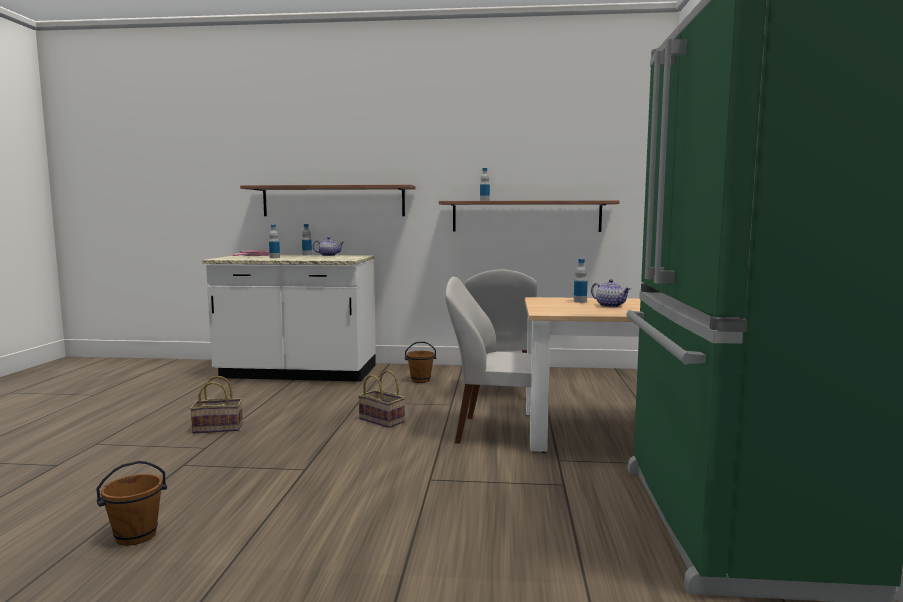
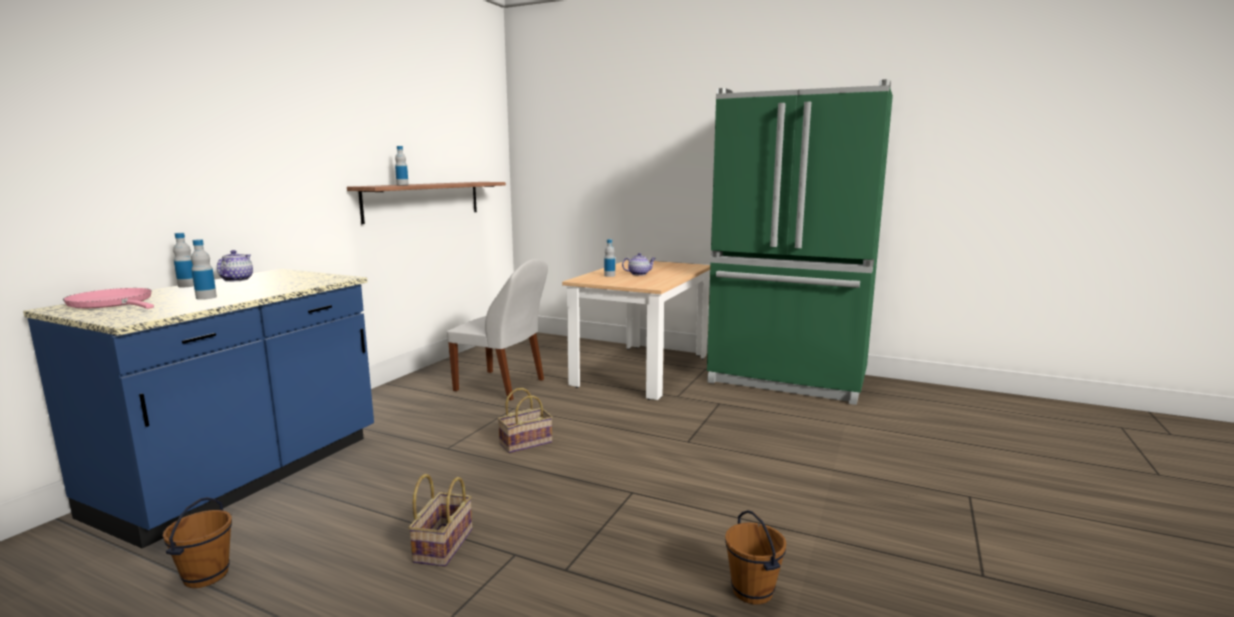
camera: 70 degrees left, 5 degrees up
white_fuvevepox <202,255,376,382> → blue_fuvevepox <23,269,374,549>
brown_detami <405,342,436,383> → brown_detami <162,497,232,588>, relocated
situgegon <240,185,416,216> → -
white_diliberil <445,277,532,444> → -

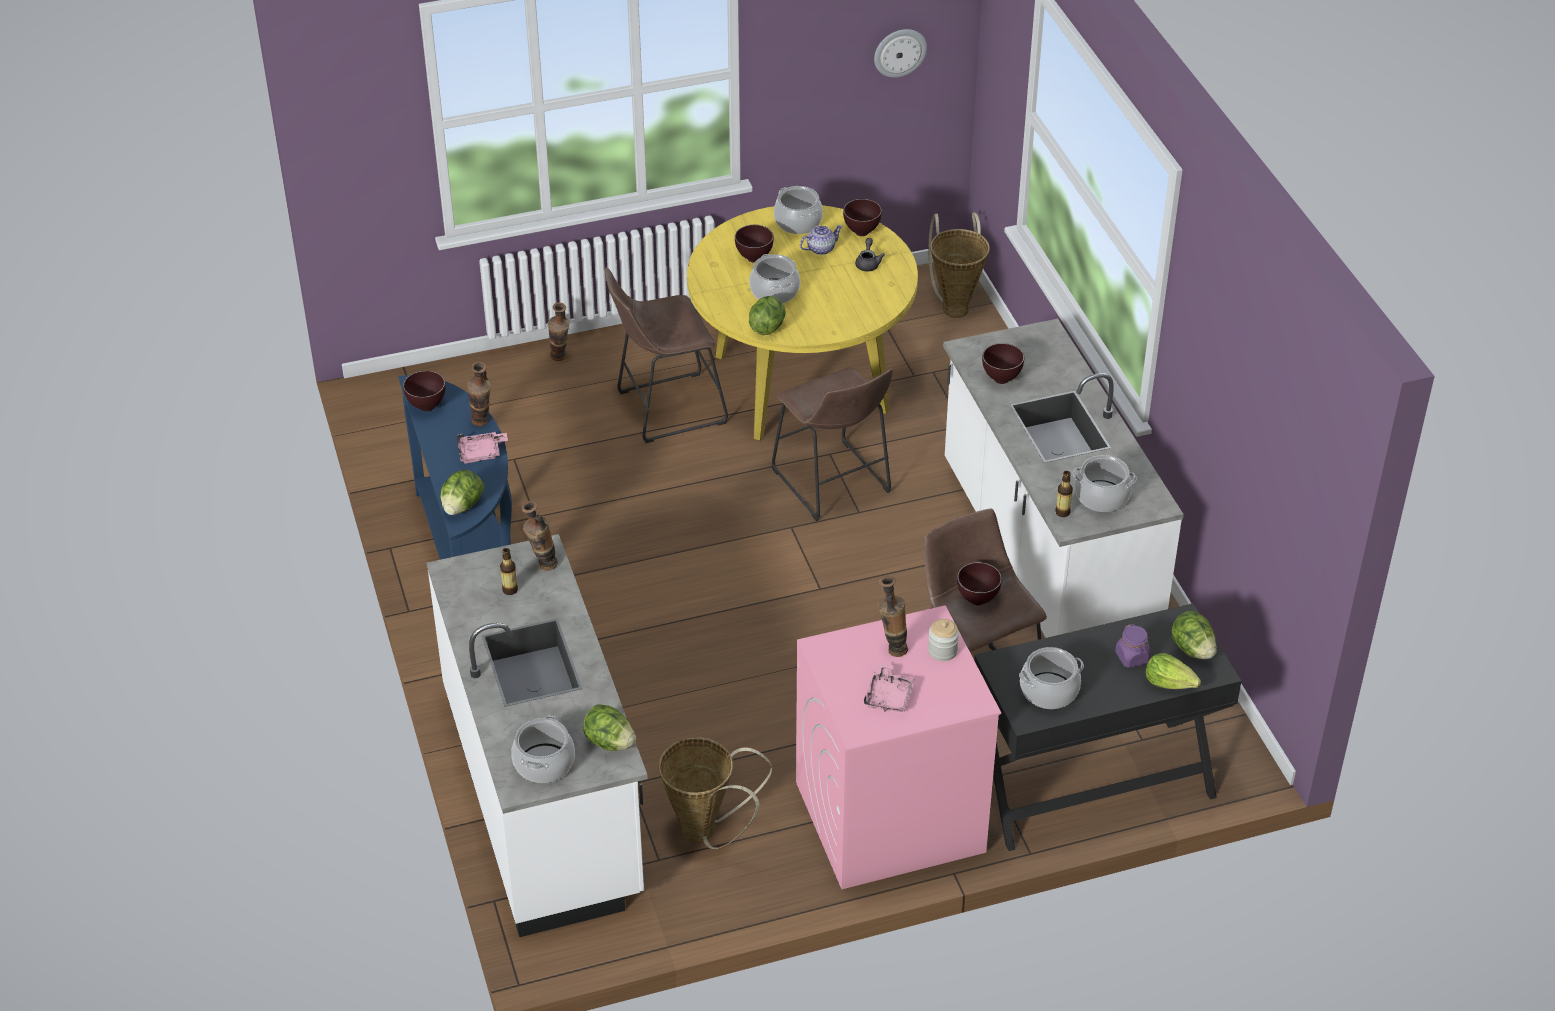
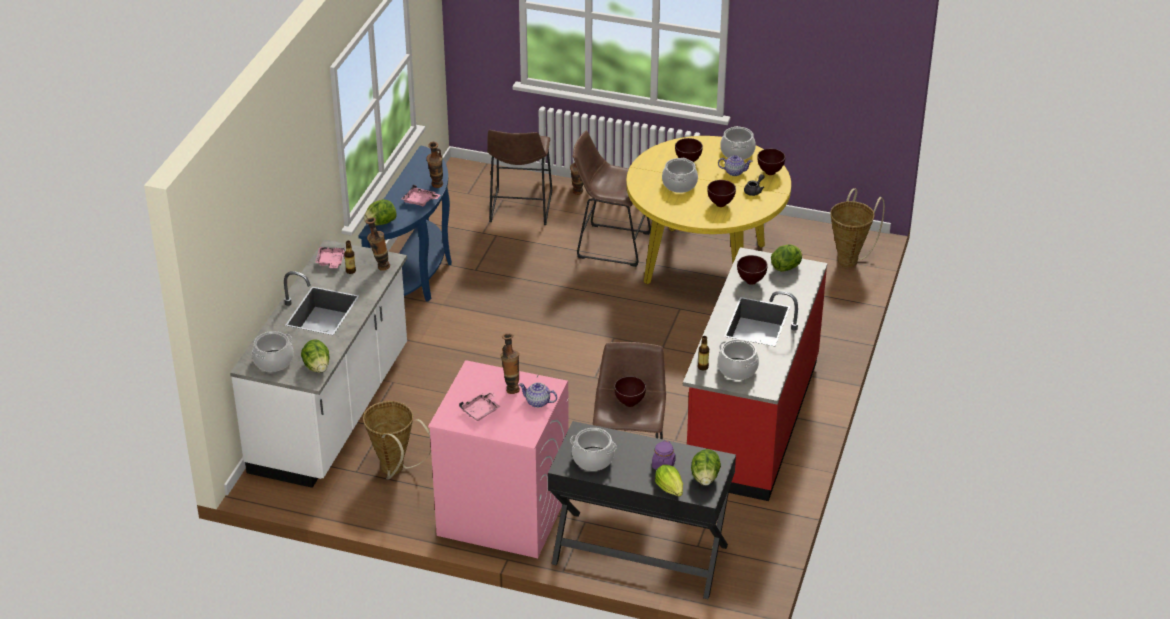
camera: 35 degrees right, 5 degrees down
- → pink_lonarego <315,247,345,268>
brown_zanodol <772,367,892,521> → brown_zanodol <487,130,552,225>, relocated
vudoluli <928,619,959,661> → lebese <519,382,557,408>
white_fuvevepox <943,319,1184,638> → red_fuvevepox <683,247,827,501>
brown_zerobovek <403,371,445,411> → brown_zerobovek <707,180,736,207>, relocated
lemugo <749,296,786,335> → lemugo <771,244,802,272>, relocated
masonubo <874,29,927,78> → -

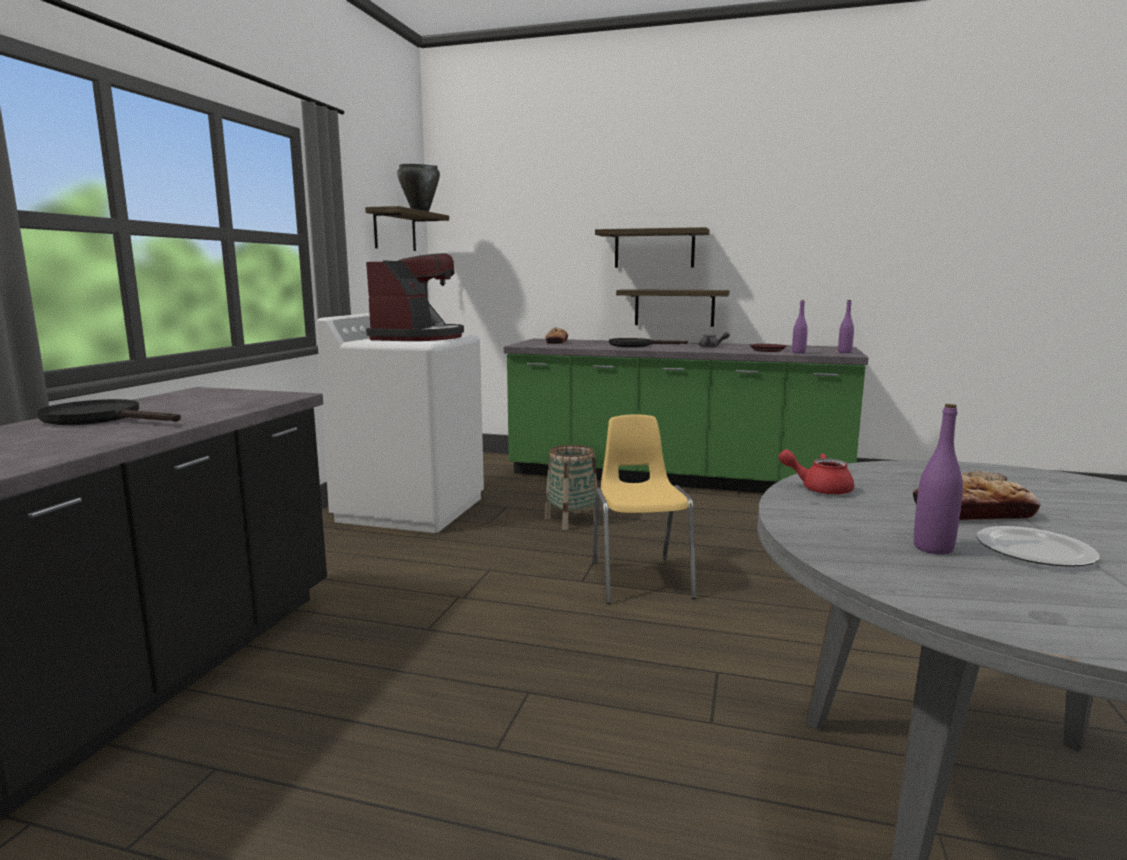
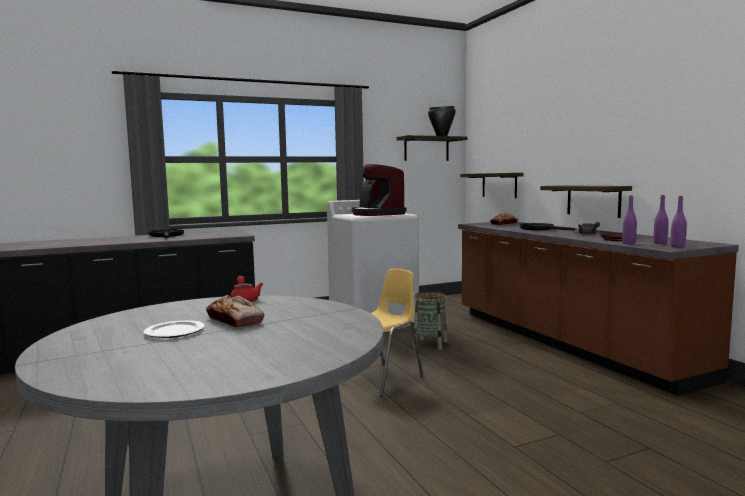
camera: 50 degrees right, 5 degrees down
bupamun <366,253,464,341> → bupamun <352,164,407,216>, 90 degrees clockwise
green_fuvevepox <504,339,869,493> → brown_fuvevepox <458,222,739,396>
situgegon <595,227,709,268> → situgegon <460,173,523,198>, relocated
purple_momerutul <914,404,963,555> → purple_momerutul <653,195,669,244>, relocated

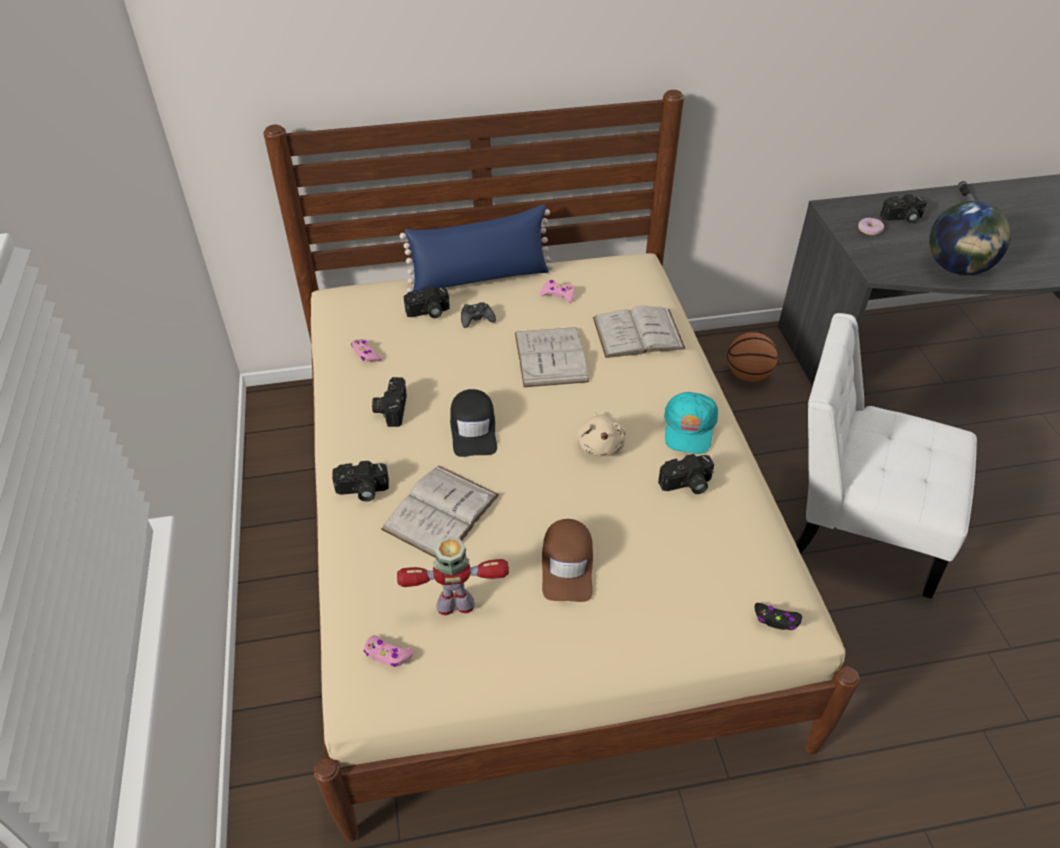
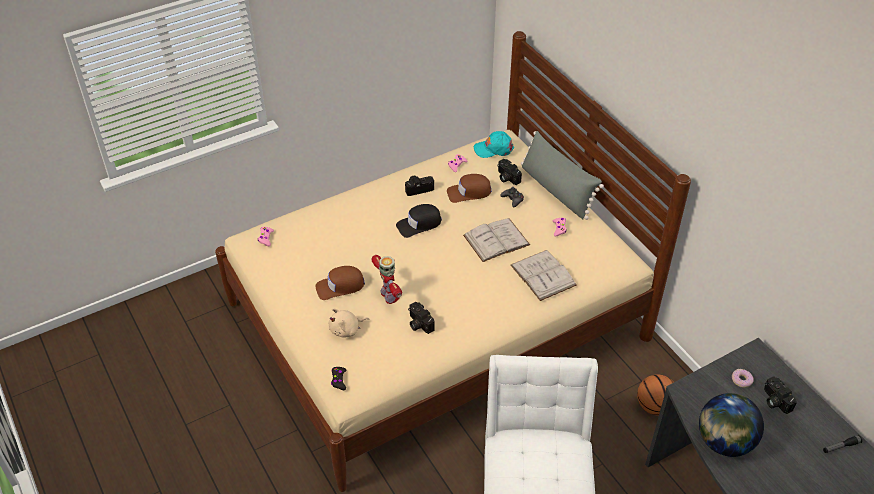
camera: 70 degrees right, 0 degrees up
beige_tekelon <576,412,626,457> → beige_tekelon <329,308,369,337>, relocated
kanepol <397,536,509,615> → kanepol <372,255,402,304>, relocated
- → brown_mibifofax <447,174,491,203>
turquoise_mibifofax <664,392,718,454> → turquoise_mibifofax <474,131,514,158>, relocated
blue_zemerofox <400,205,553,293> → grey_zemerofox <521,131,604,220>
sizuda <332,461,389,502> → -
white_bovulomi <381,466,499,558> → -

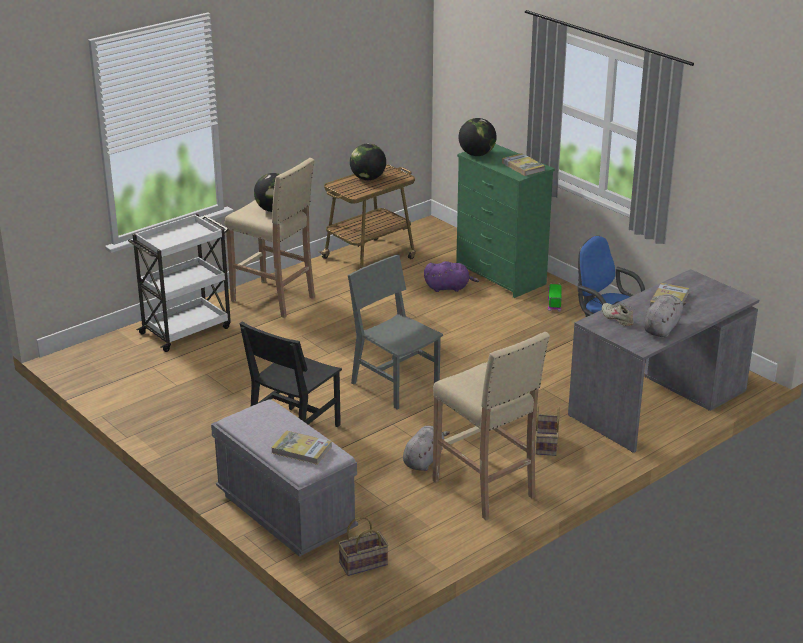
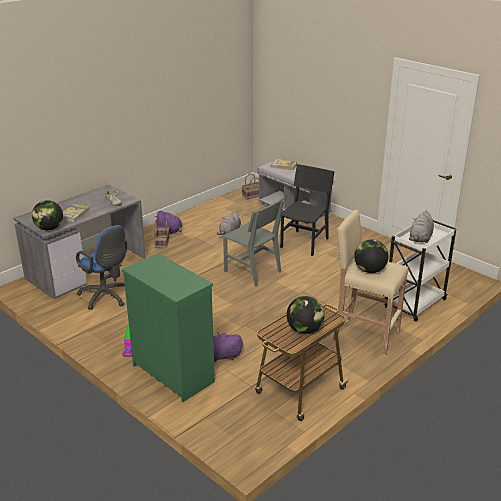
camera: 175 degrees right, 0 degrees up
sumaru <459,118,497,156> → sumaru <32,200,63,230>, relocated
- → purple_tekelon <155,210,182,234>
grey_tekelon <644,294,686,338> → grey_tekelon <409,211,434,243>, relocated
beige_zanodol <433,332,550,520> → -
bovulomi <502,153,545,176> → -

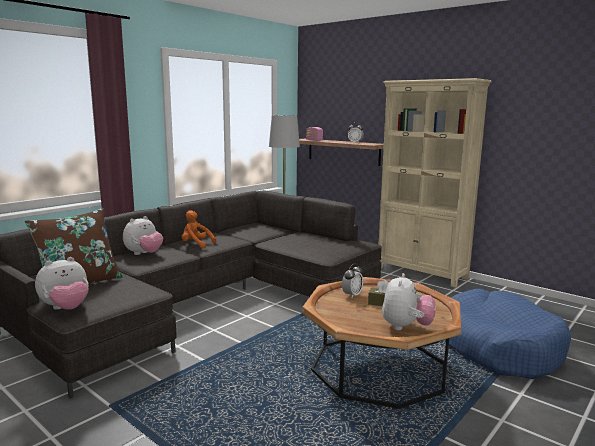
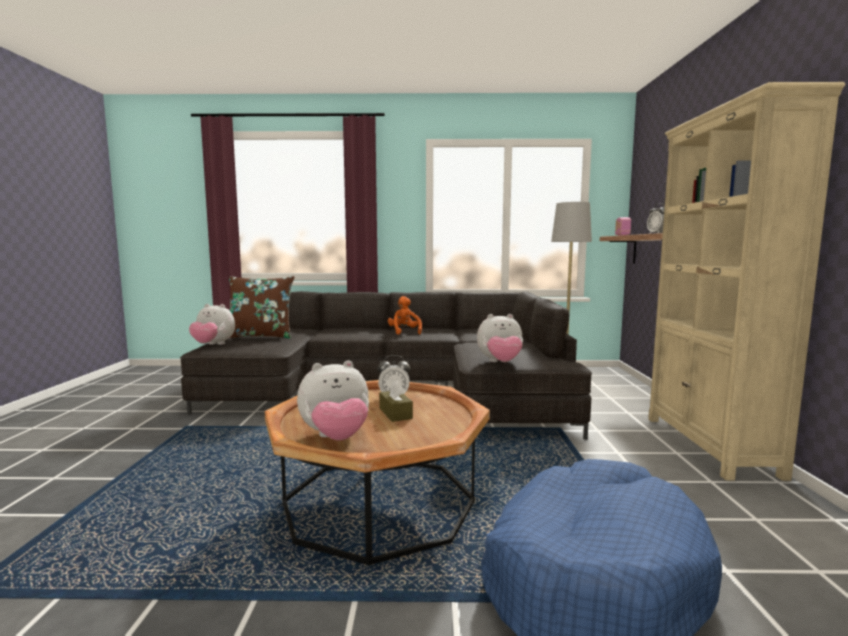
camera: 50 degrees right, 5 degrees down
tekelon <123,216,163,255> → tekelon <477,314,523,362>, relocated

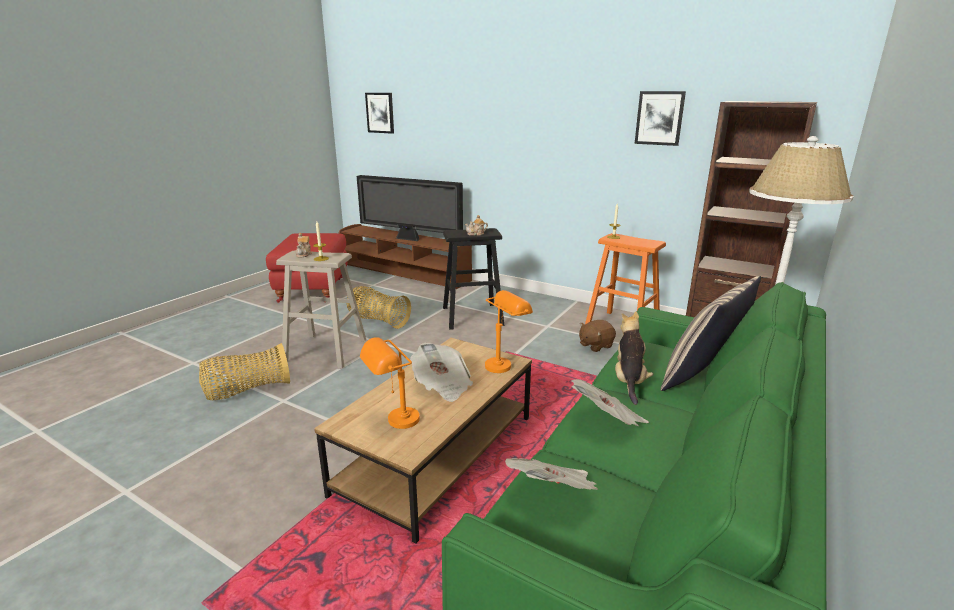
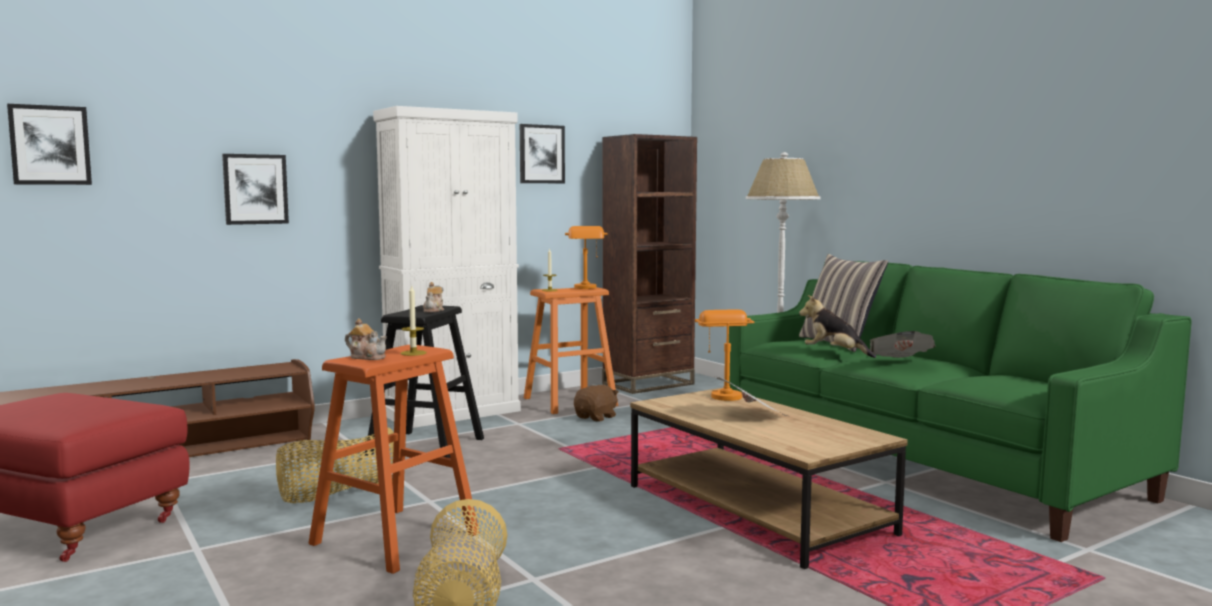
camera: 65 degrees left, 15 degrees down
- → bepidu <222,154,289,225>
beige_zanodol <276,250,366,369> → orange_zanodol <308,345,480,574>
- → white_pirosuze <373,106,521,428>
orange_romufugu <360,337,420,429> → orange_romufugu <565,226,607,289>, relocated
brown_tekelon <579,320,616,352> → brown_tekelon <574,385,619,422>, 135 degrees counterclockwise
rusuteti <357,175,463,241> → -
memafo <505,458,598,490> → -

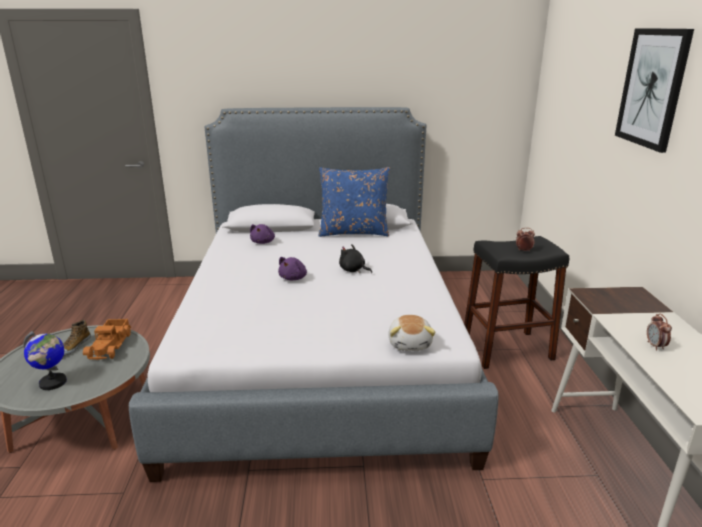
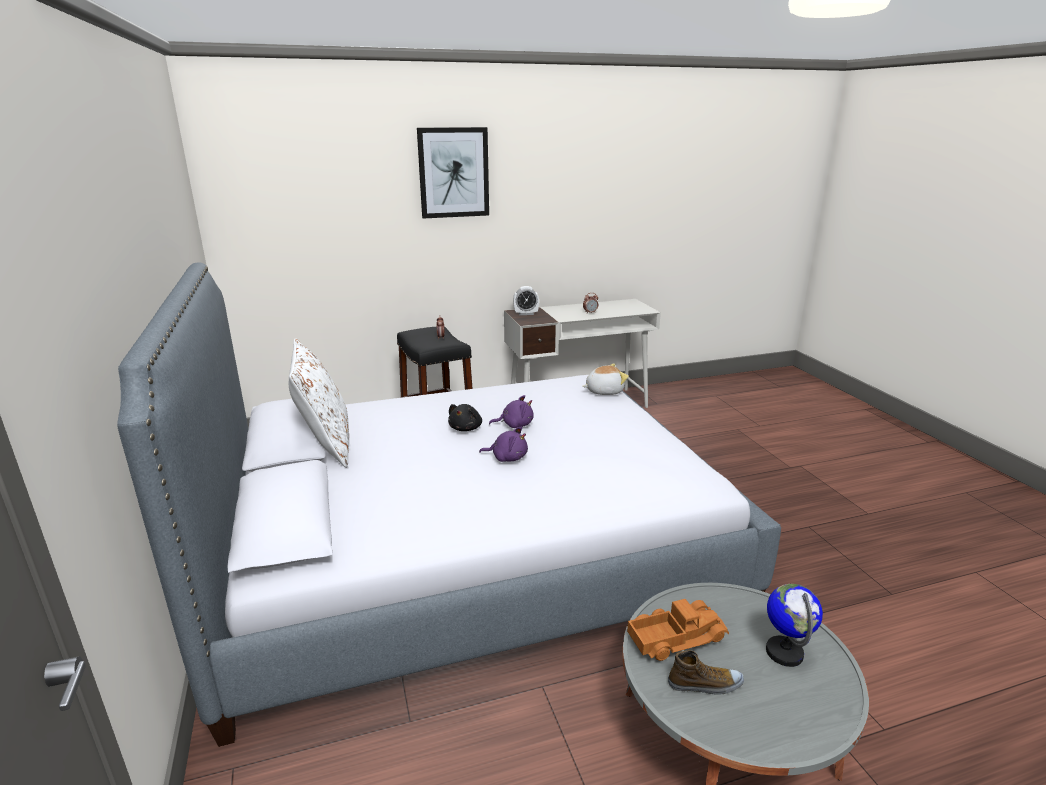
camera: 105 degrees left, 0 degrees up
blue_zemerofox <319,167,390,237> → white_zemerofox <289,338,349,468>
purple_tekelon <250,224,275,244> → purple_tekelon <489,395,534,428>, relocated
- → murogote <513,286,539,315>

